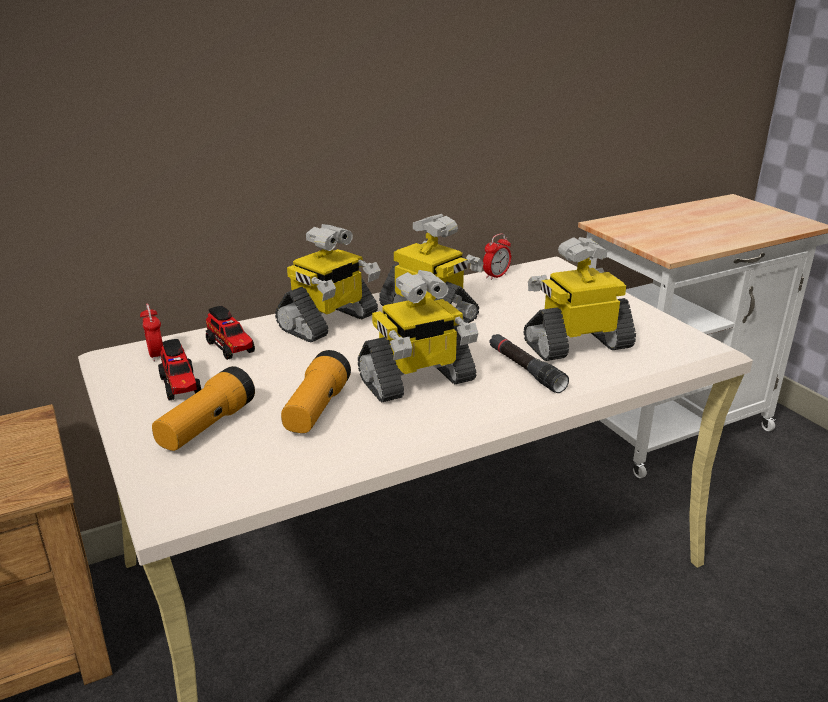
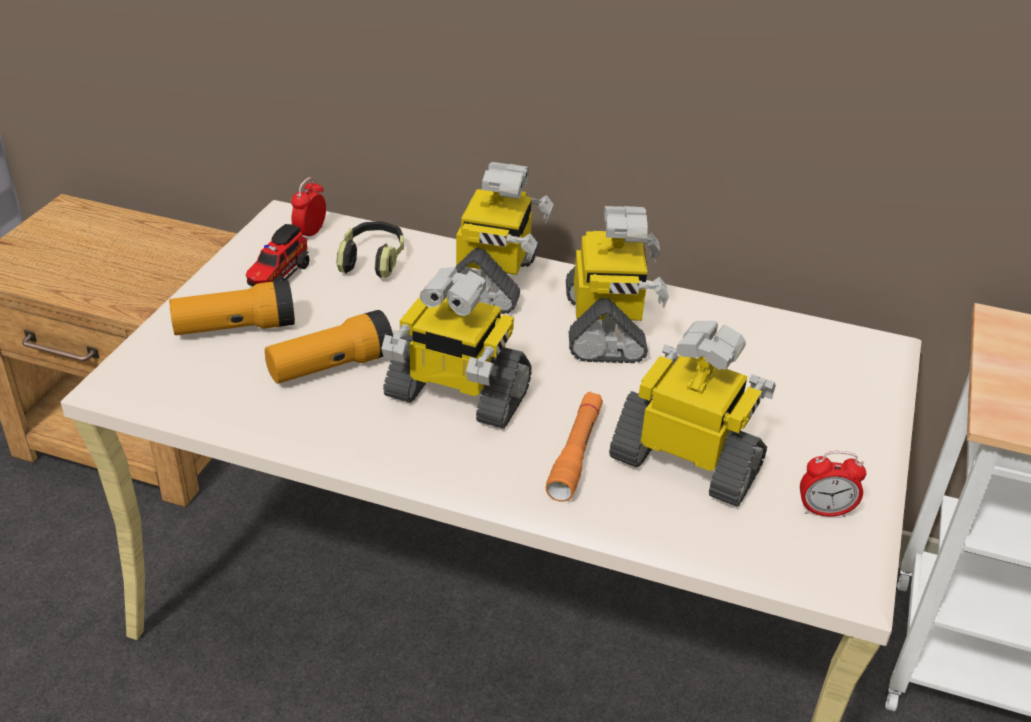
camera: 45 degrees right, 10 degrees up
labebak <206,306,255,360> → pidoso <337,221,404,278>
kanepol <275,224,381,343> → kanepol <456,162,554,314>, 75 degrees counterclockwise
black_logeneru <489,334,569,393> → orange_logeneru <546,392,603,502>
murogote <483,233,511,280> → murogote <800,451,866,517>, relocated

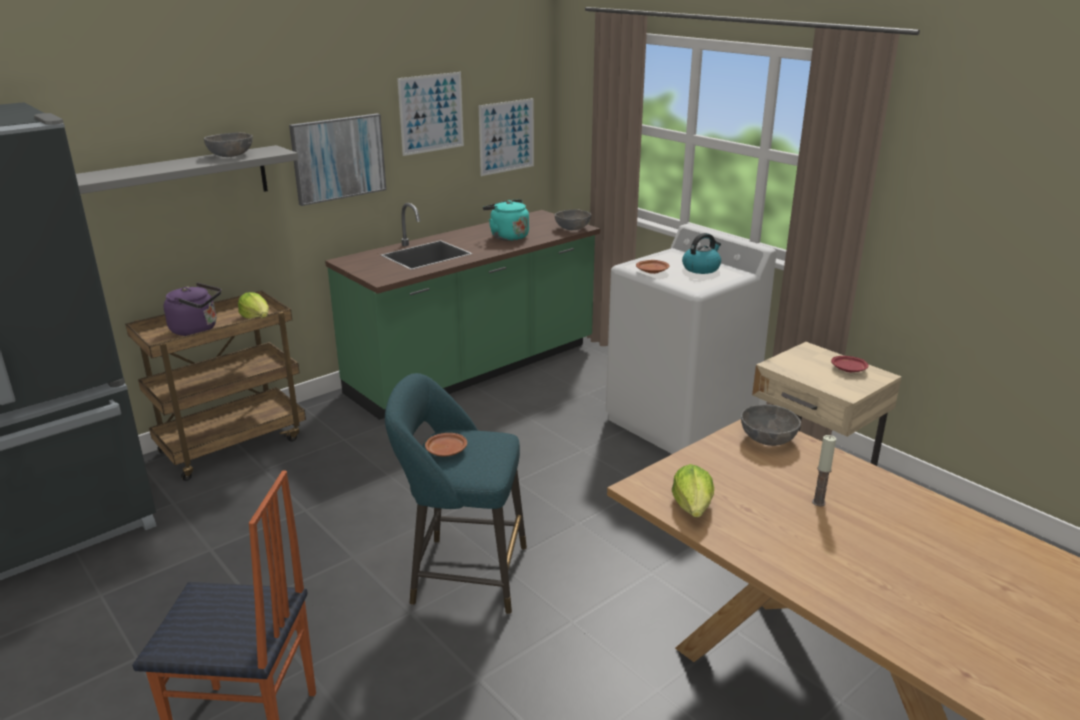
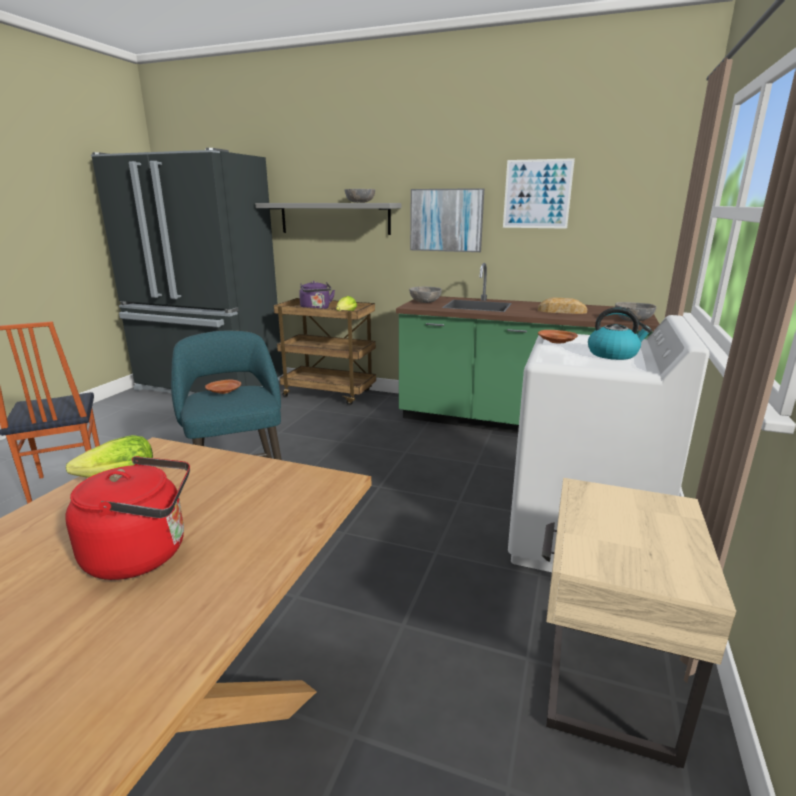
camera: 60 degrees right, 5 degrees down
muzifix <812,435,836,507> → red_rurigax <65,456,190,580>
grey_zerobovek <741,404,801,446> → grey_zerobovek <409,286,442,303>, relocated
turquoise_rurigax <483,199,529,241> → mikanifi <538,297,587,314>
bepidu <479,98,534,176> → -
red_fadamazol <831,356,869,372> → -

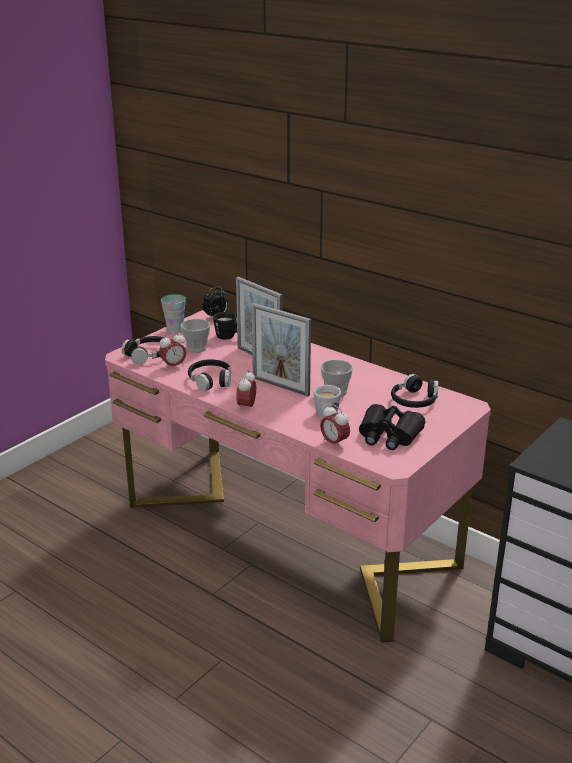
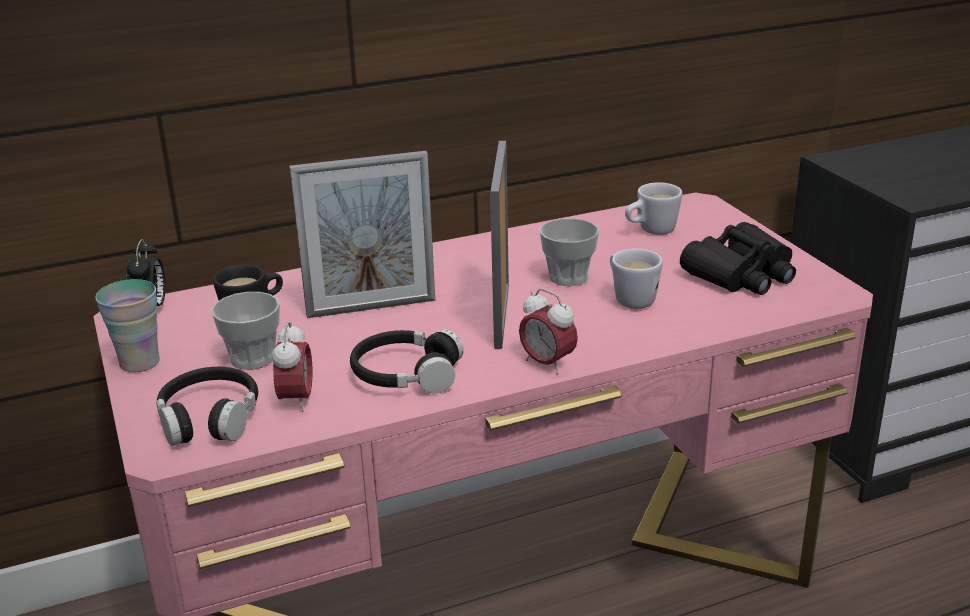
camera: 60 degrees left, 0 degrees up
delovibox <251,303,311,396> → delovibox <490,141,509,349>, 120 degrees clockwise
black_pidoso <391,374,438,408> → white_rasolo <625,182,682,235>
murogote <320,404,350,449> → -

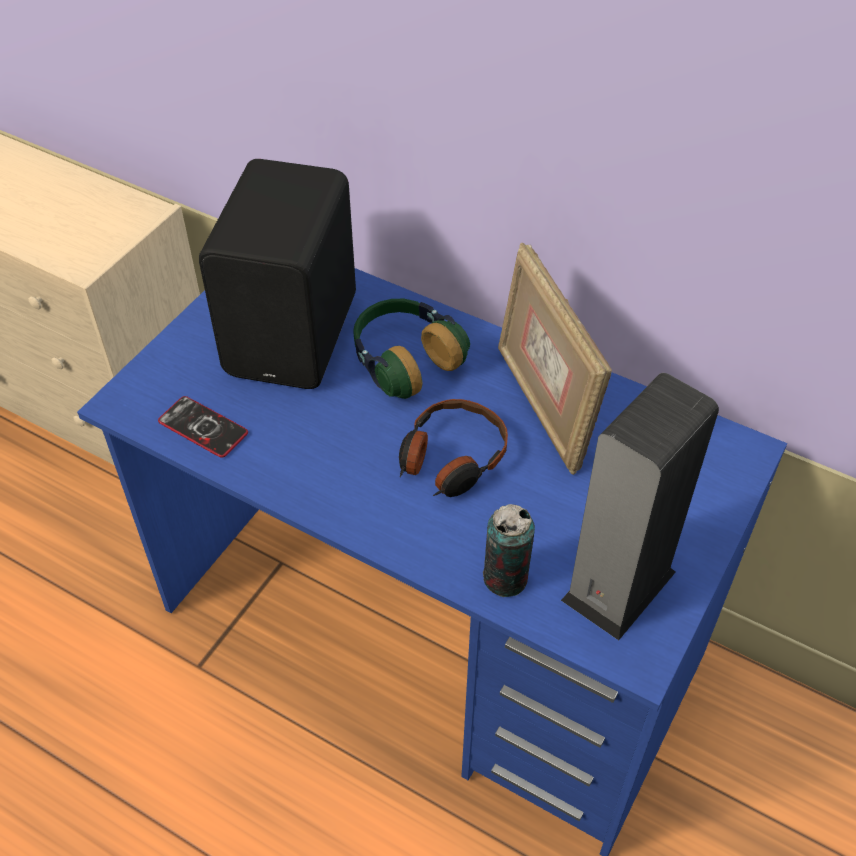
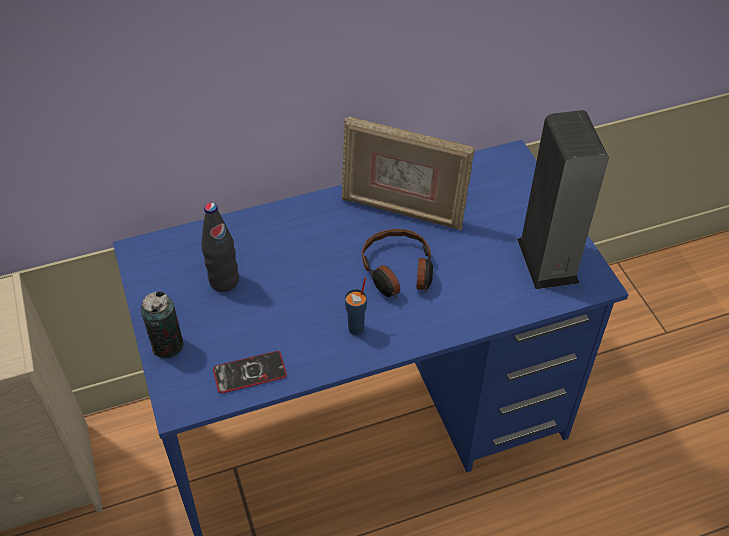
camera: 50 degrees left, 0 degrees up
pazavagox <483,504,535,597> → pazavagox <141,292,184,358>, relocated
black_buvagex <199,159,356,389> → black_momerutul <201,203,239,292>
- → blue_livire <345,278,367,335>
pidoso <353,299,470,399> → -

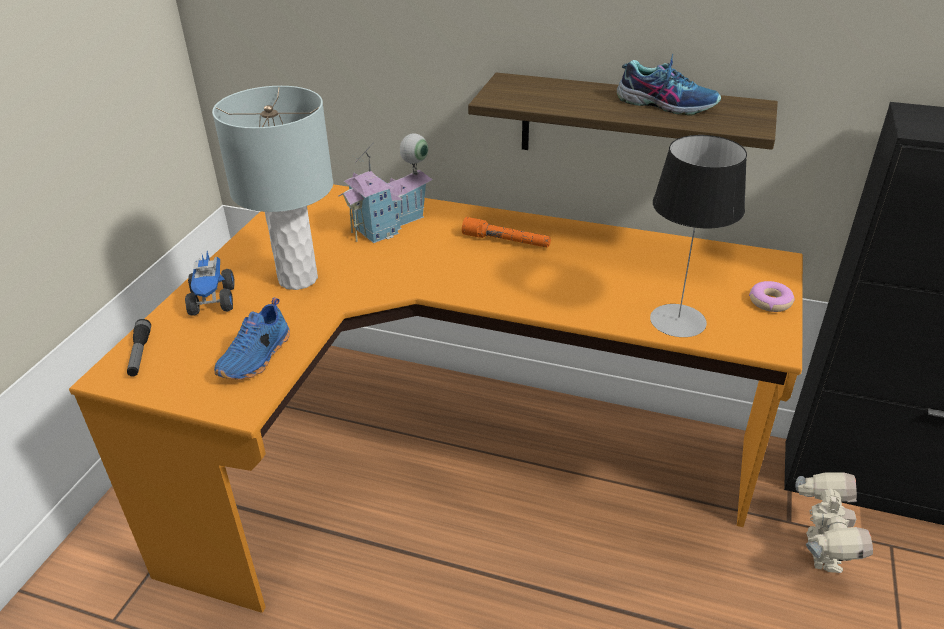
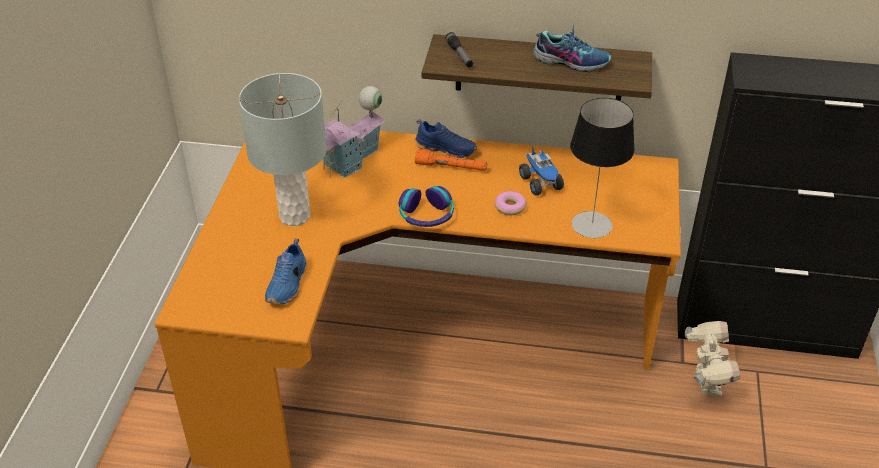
camera: 10 degrees left, 5 degrees up
- → pidoso <399,186,454,227>
- → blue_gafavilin <415,119,477,158>
logeneru <127,319,151,376> → logeneru <445,32,473,67>, relocated
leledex <749,281,795,312> → leledex <494,191,527,215>, relocated
labebak <185,251,235,316> → labebak <519,146,564,195>, relocated

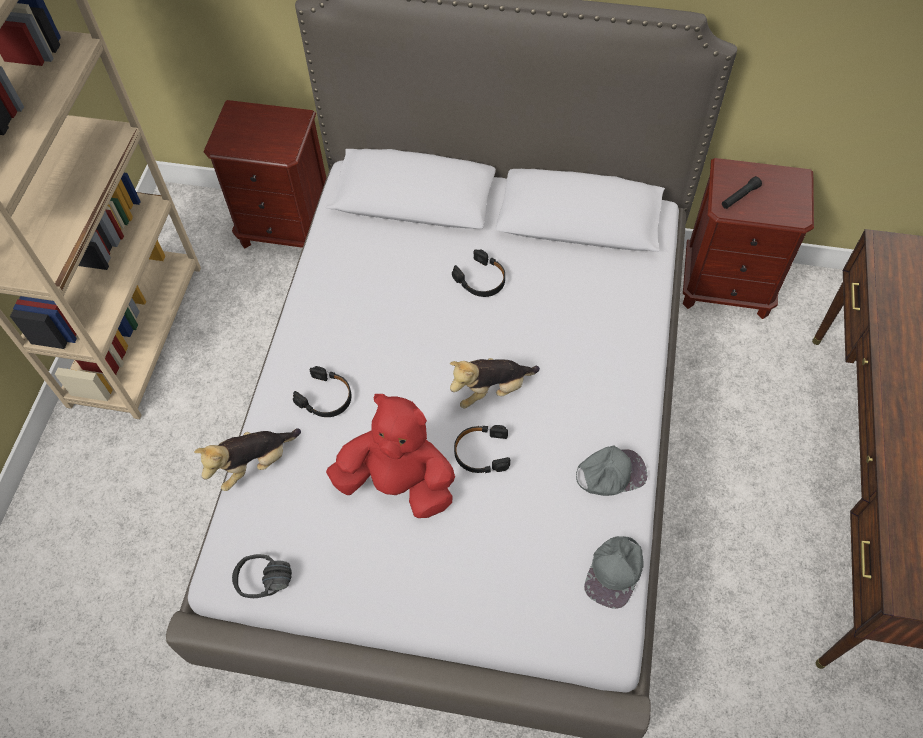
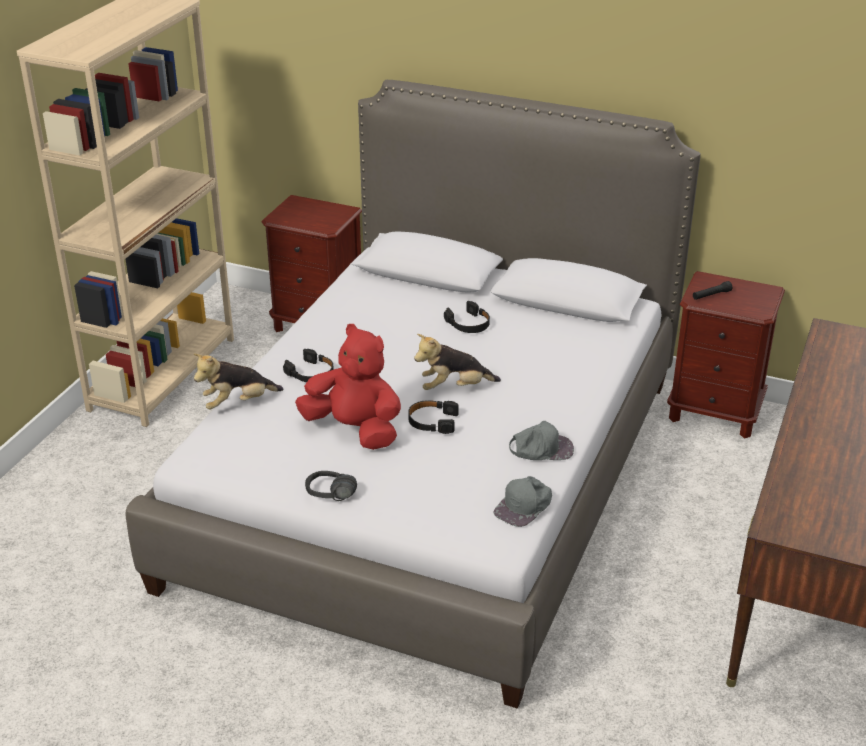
camera: 10 degrees right, 25 degrees down
black_pidoso <232,554,292,598> → black_pidoso <305,471,357,501>, relocated

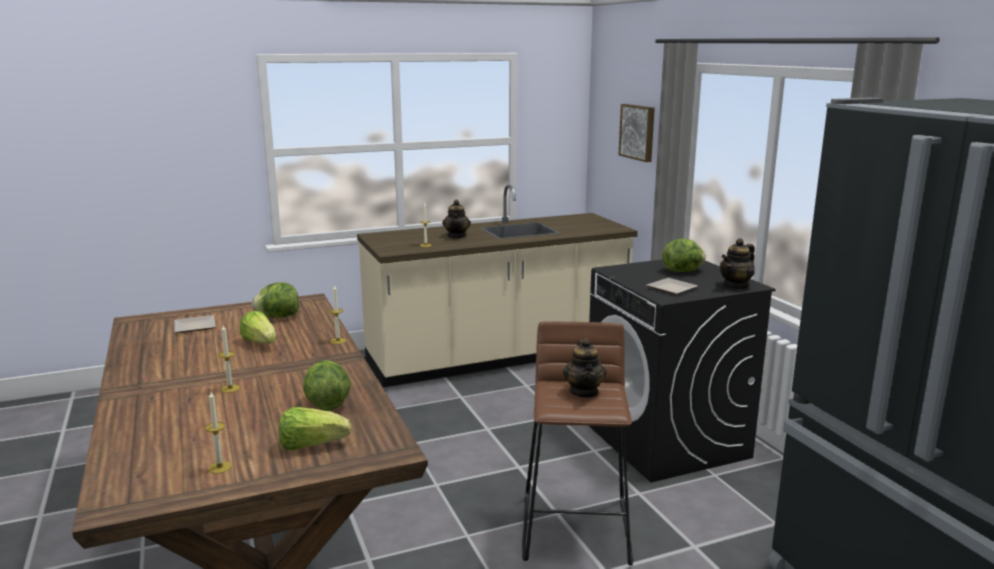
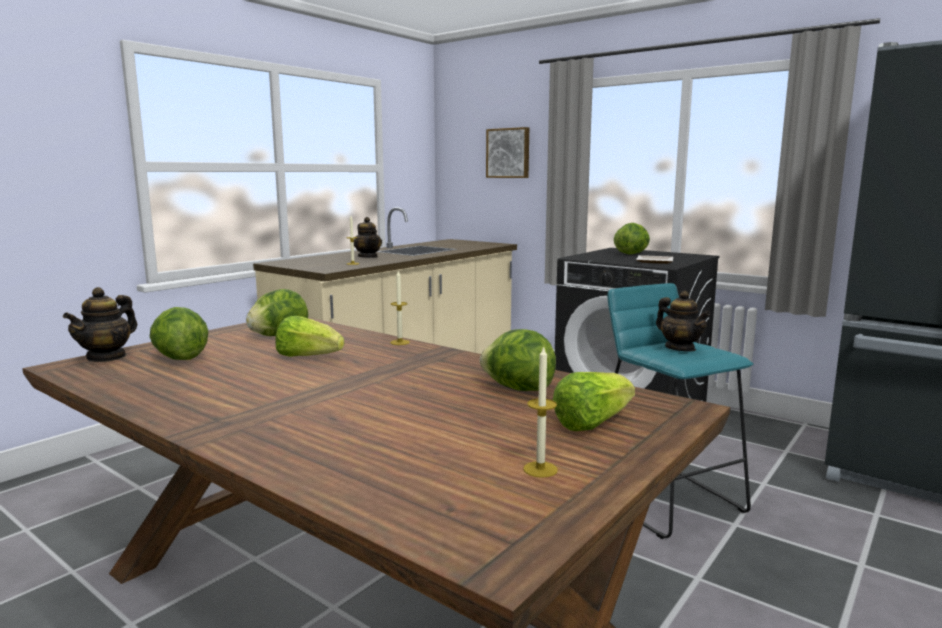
camera: 30 degrees left, 5 degrees down
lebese <720,238,755,290> → lebese <63,287,137,362>, relocated
fadamazol <174,315,216,333> → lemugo <150,307,209,360>
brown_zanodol <522,321,633,565> → turquoise_zanodol <608,283,753,539>
muzifix <218,325,240,393> → -

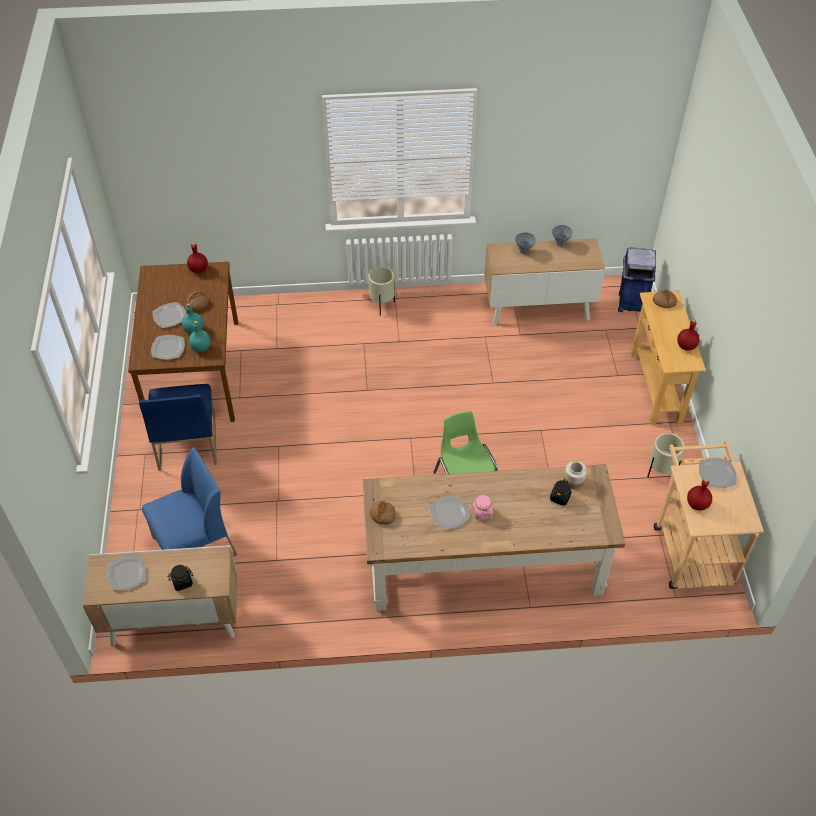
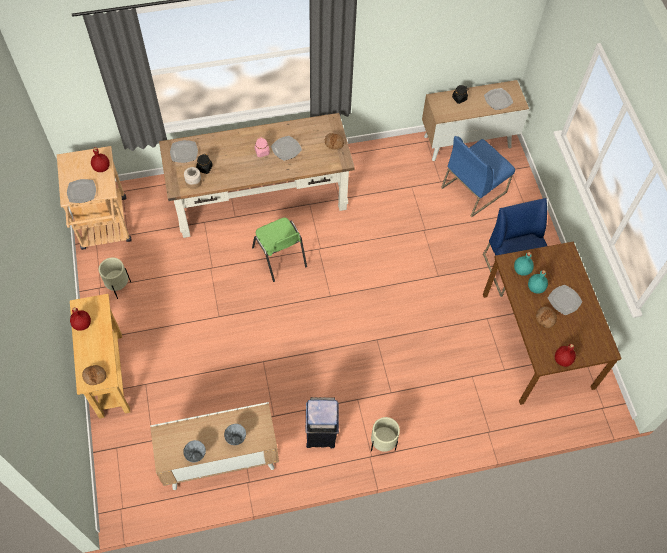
camera: 170 degrees right, 10 degrees up
fadamazol <151,335,185,360> → fadamazol <170,140,198,163>, relocated
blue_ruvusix <618,247,656,312> → blue_ruvusix <305,397,339,449>, relocated

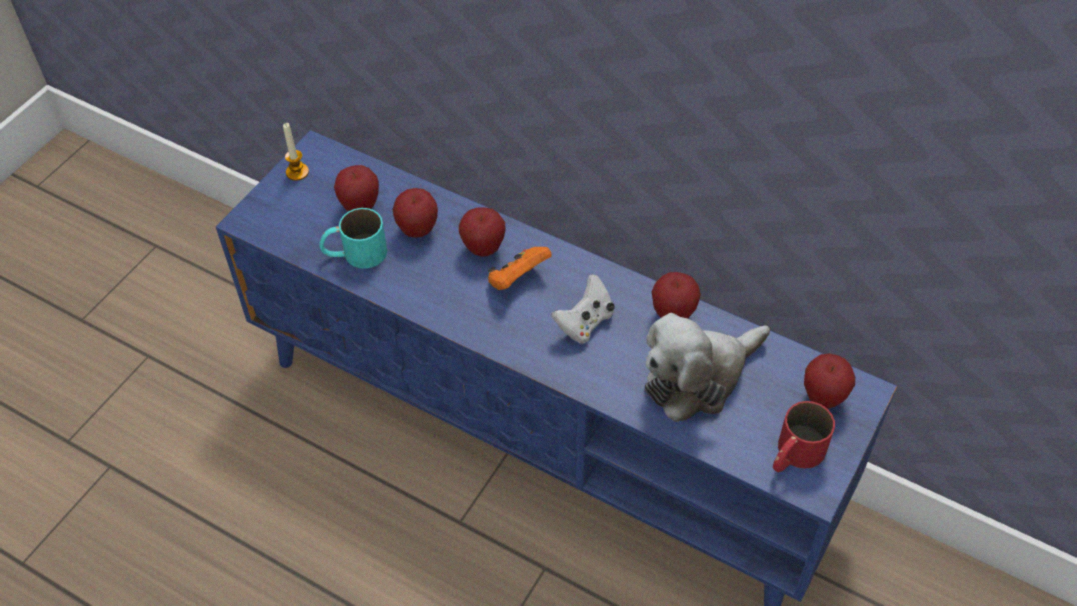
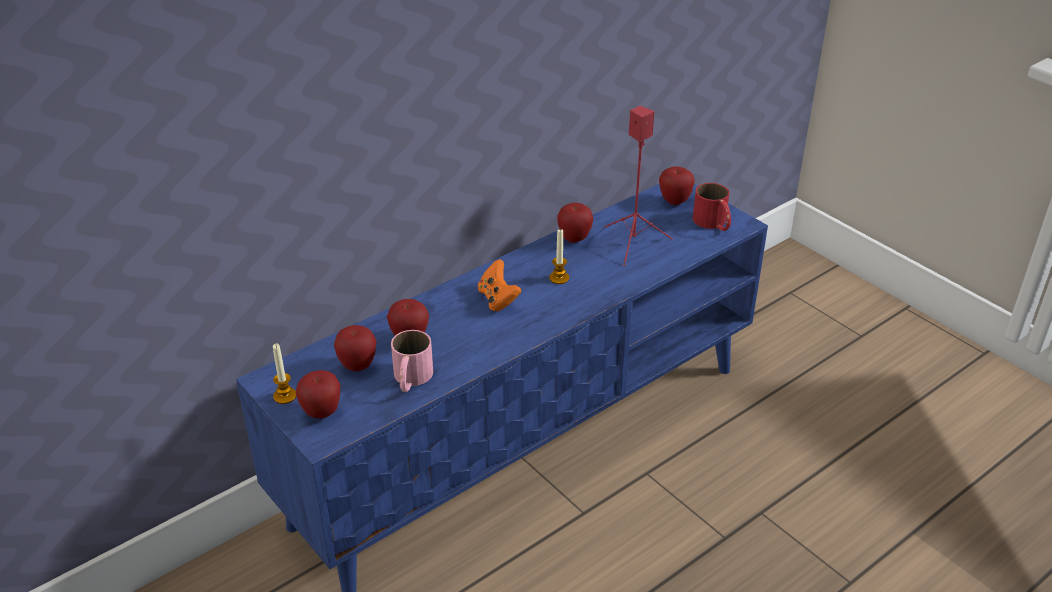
camera: 70 degrees left, 15 degrees down
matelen <459,207,506,256> → matelen <296,370,340,419>, relocated
turquoise_rasolo <320,208,387,269> → pink_rasolo <391,330,433,392>
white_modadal <551,275,614,343> → muzifix <549,229,569,284>
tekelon <645,313,770,422> → red_buvagex <604,106,673,266>

